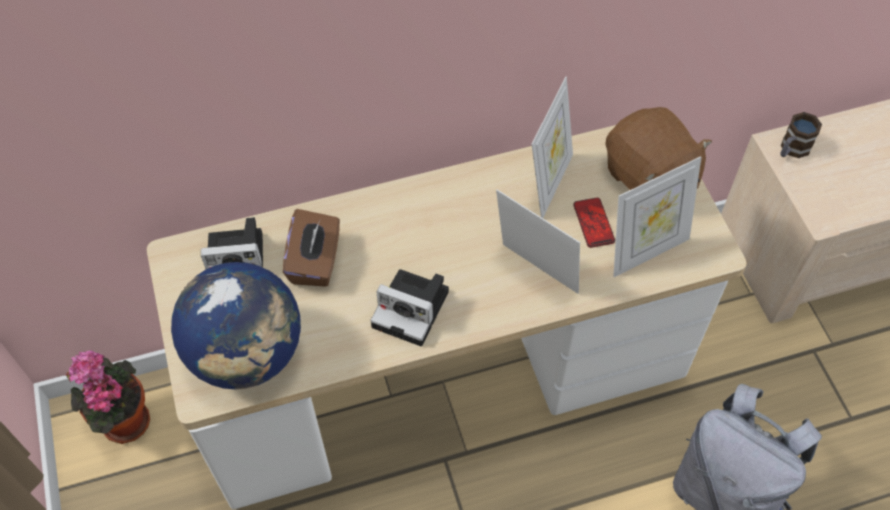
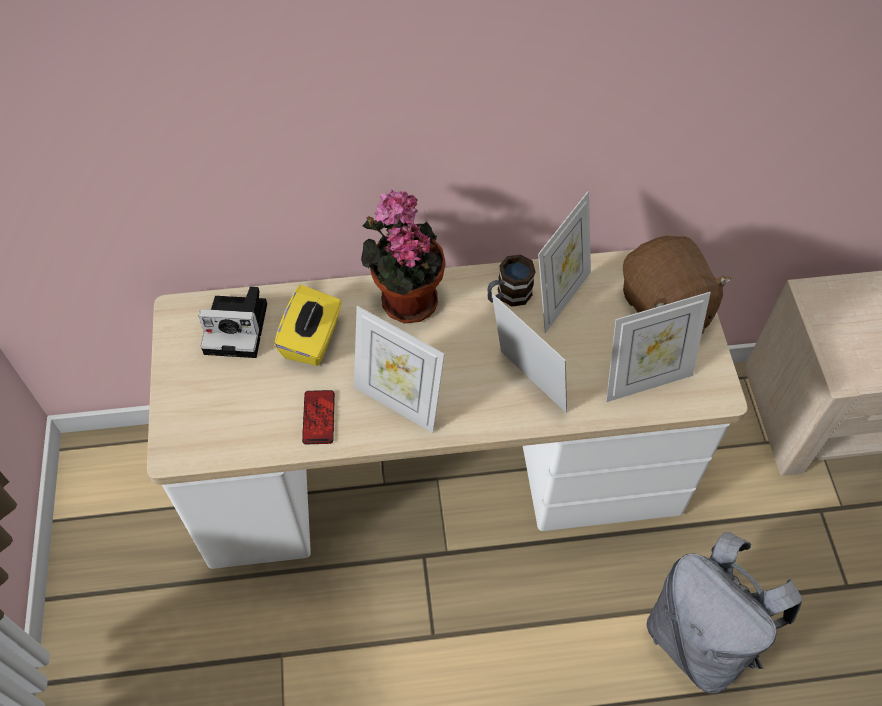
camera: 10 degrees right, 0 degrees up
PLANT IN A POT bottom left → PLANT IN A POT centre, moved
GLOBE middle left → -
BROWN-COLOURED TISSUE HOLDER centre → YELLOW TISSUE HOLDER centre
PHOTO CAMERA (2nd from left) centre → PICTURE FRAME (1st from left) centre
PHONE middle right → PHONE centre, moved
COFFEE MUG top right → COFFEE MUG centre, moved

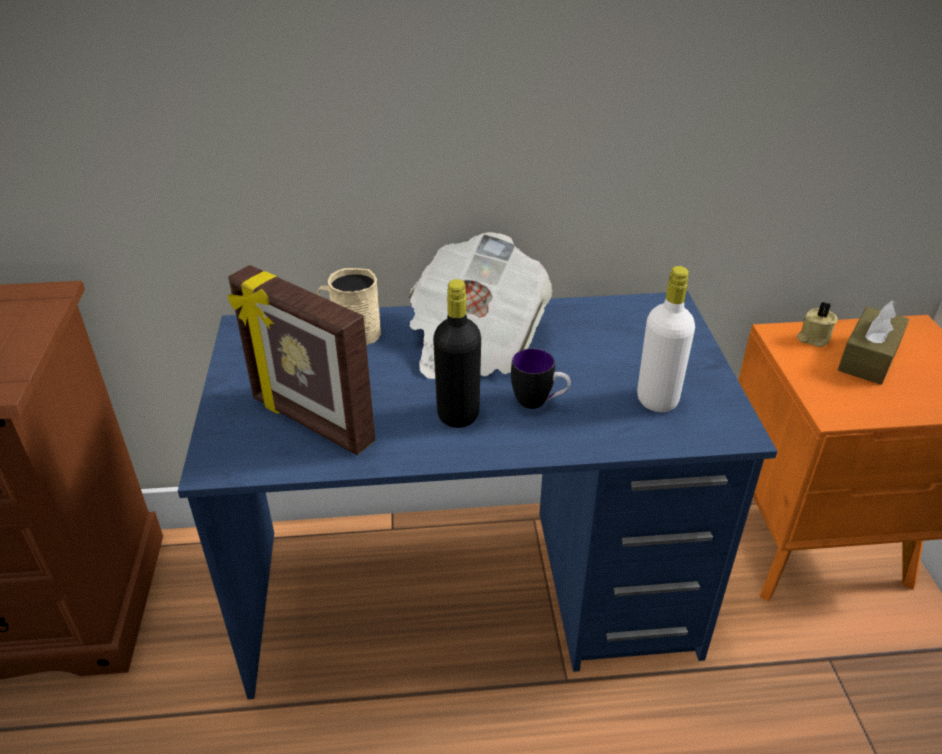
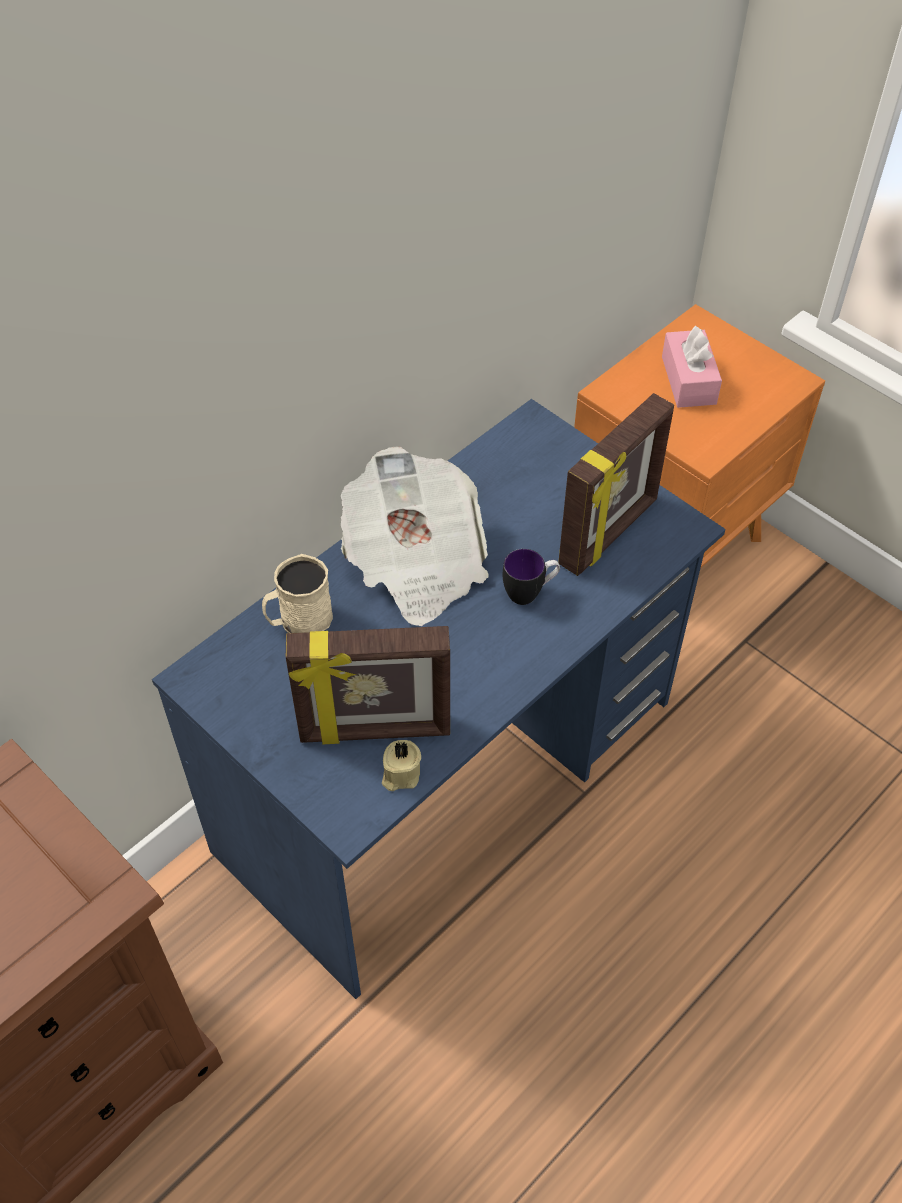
camera: 40 degrees left, 15 degrees up
BLACK-COLOURED BEVERAGE BOTTLE centre → -
WHITE-COLOURED BEVERAGE BOTTLE middle right → PICTURE FRAME (2nd from left) middle right
BEIGE WAX LIGHT middle right → BEIGE WAX LIGHT centre, moved
BROWN-COLOURED TISSUE HOLDER middle right → PINK-COLOURED TISSUE HOLDER top right

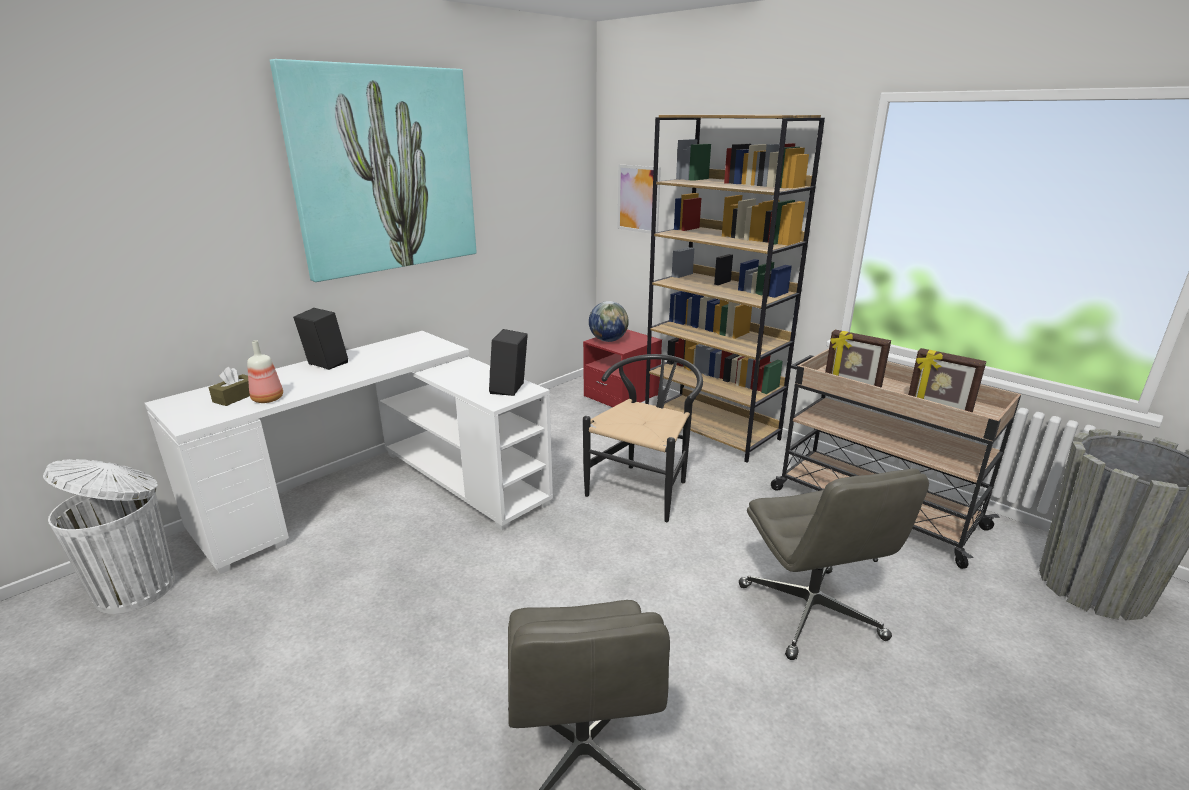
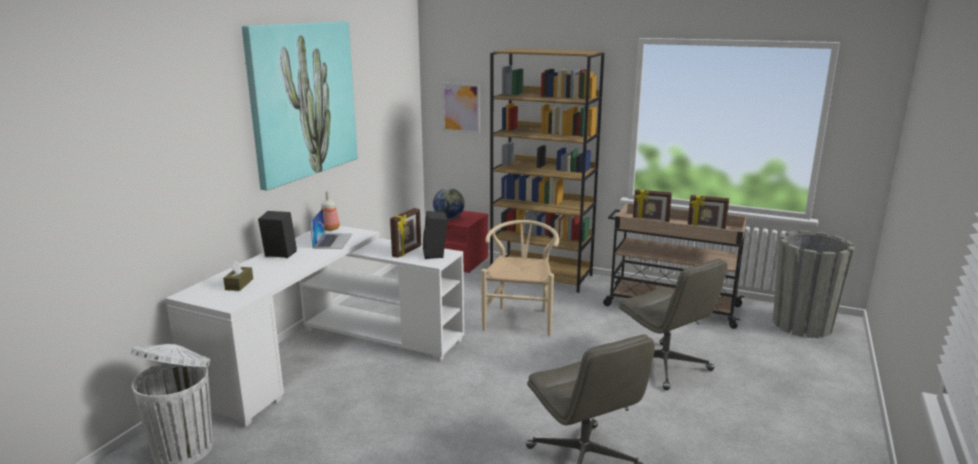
camera: 20 degrees left, 5 degrees down
BEVERAGE BOTTLE middle left → BEVERAGE BOTTLE centre, moved
BLACK-COLOURED UPRIGHT CHAIR centre → BEIGE UPRIGHT CHAIR centre
- → LAPTOP centre
- → PICTURE FRAME (1st from left) centre

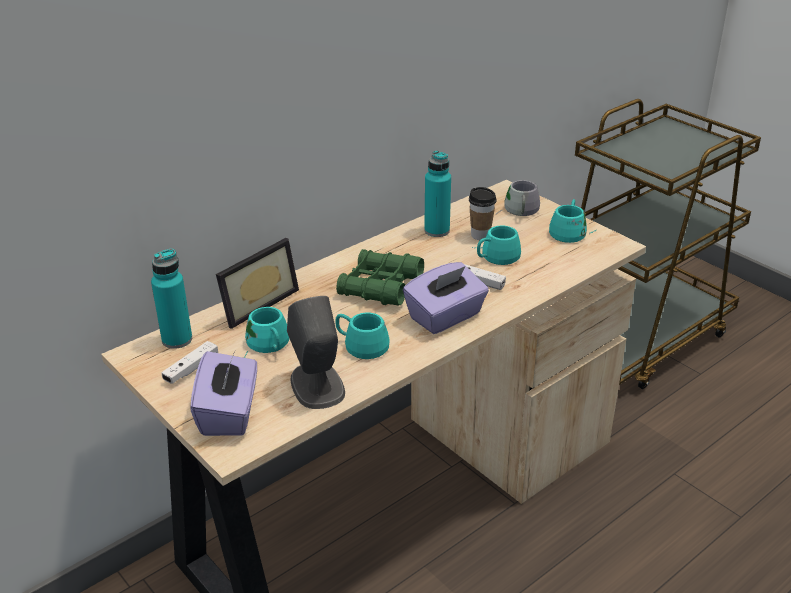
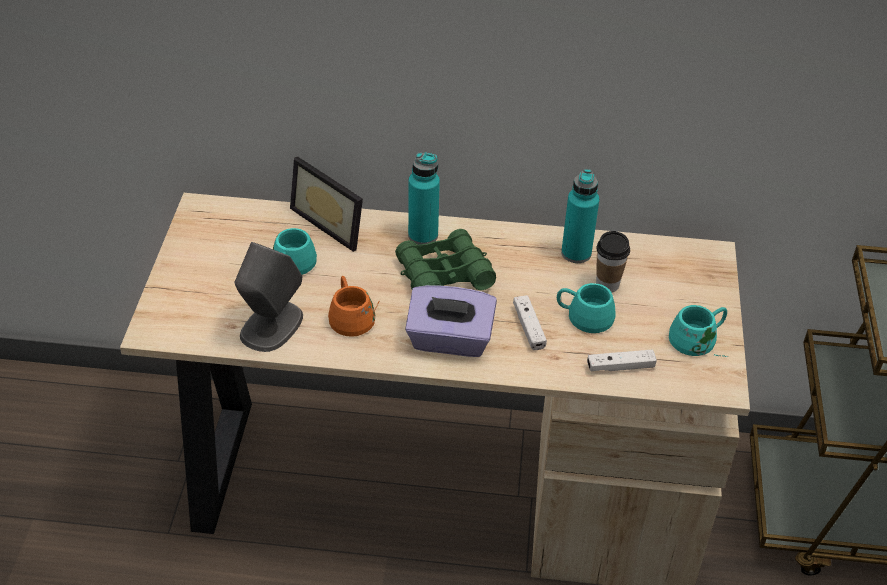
camera: 45 degrees right, 10 degrees up
BLUE-GREEN BEVERAGE BOTTLE (1st from left) middle left → BLUE-GREEN BEVERAGE BOTTLE (1st from left) centre, moved
WHITE-COLOURED JOYPAD (1st from left in the first image) middle left → WHITE-COLOURED JOYPAD (2nd from left) middle right, moved
PURPLE TISSUE HOLDER (1st from left) middle left → -
PICTURE FRAME middle left → PICTURE FRAME centre, 45 degrees clockwise
BLUE-GREEN COFFEE MUG (2nd from left) centre → ORANGE COFFEE MUG centre
GRAY COFFEE MUG centre → -

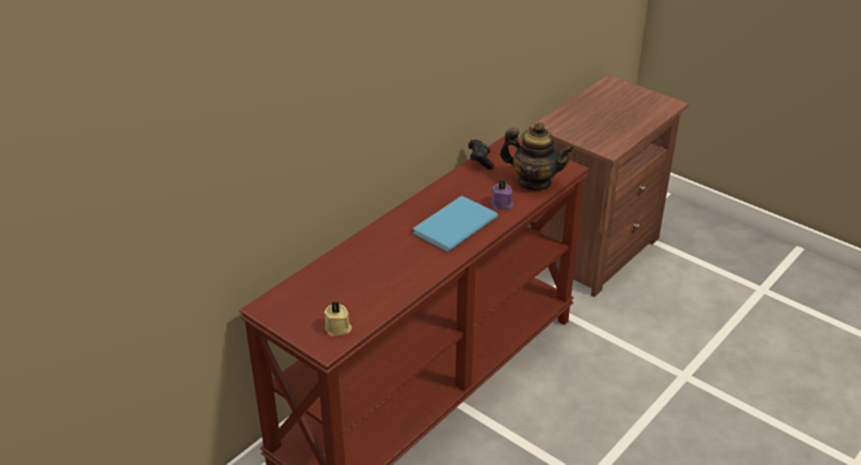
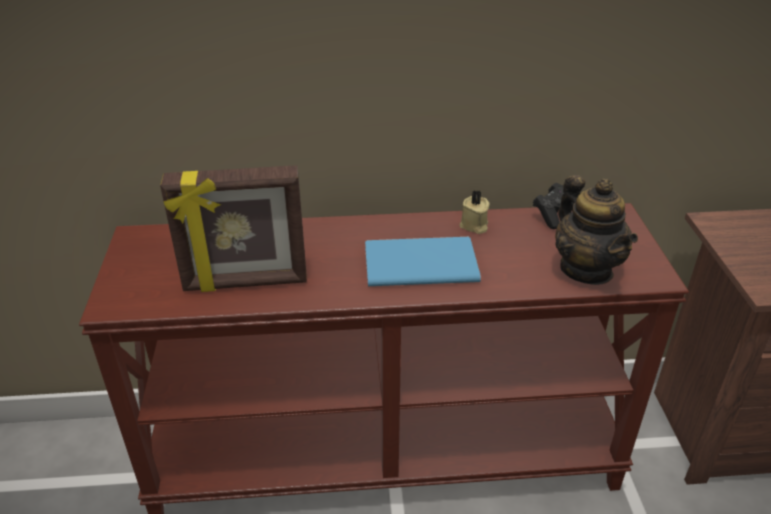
camera: 45 degrees right, 0 degrees up
BEIGE WAX LIGHT bottom centre → BEIGE WAX LIGHT centre, moved
PURPLE WAX LIGHT centre → -
- → PICTURE FRAME middle left

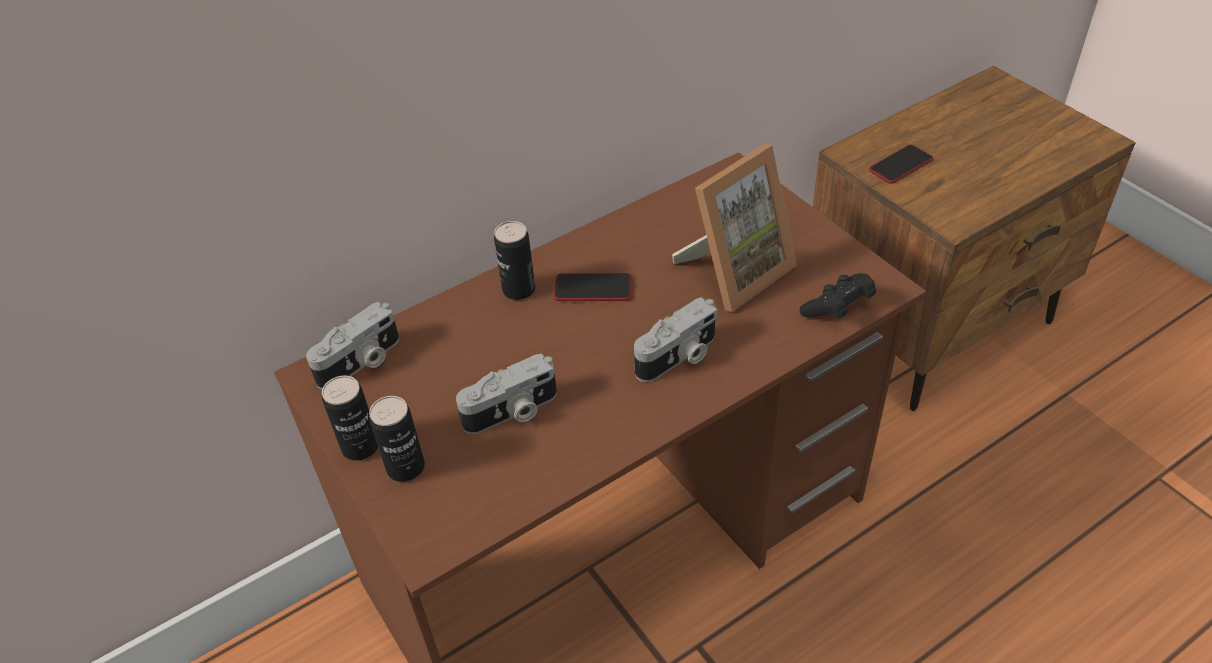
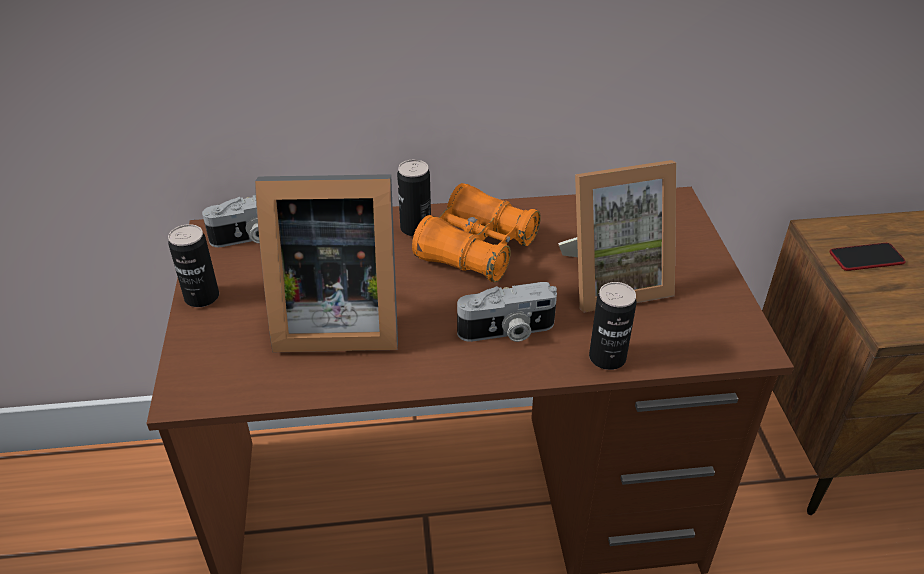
camera: 25 degrees right, 5 degrees down
CAN (2nd from left in the first image) middle left → CAN (3rd from left) centre, moved
PHOTO CAMERA (2nd from left) centre → PICTURE FRAME (1st from left) centre
PHONE (1st from left) centre → ORANGE FIELD GLASSES centre
BLACK-COLOURED JOYPAD middle right → -

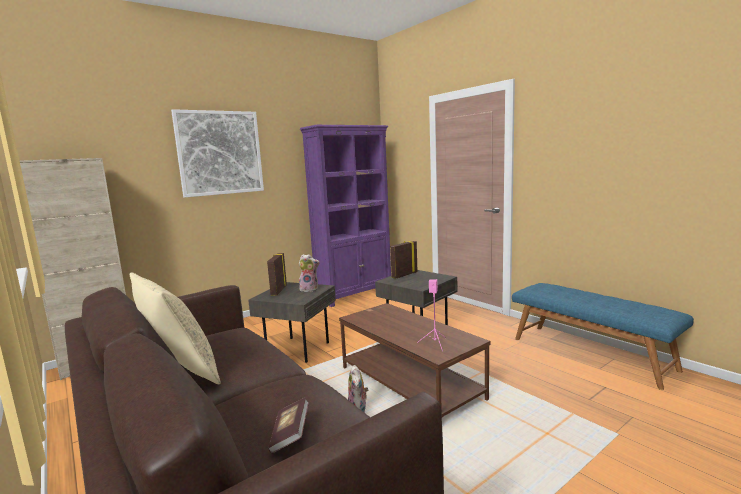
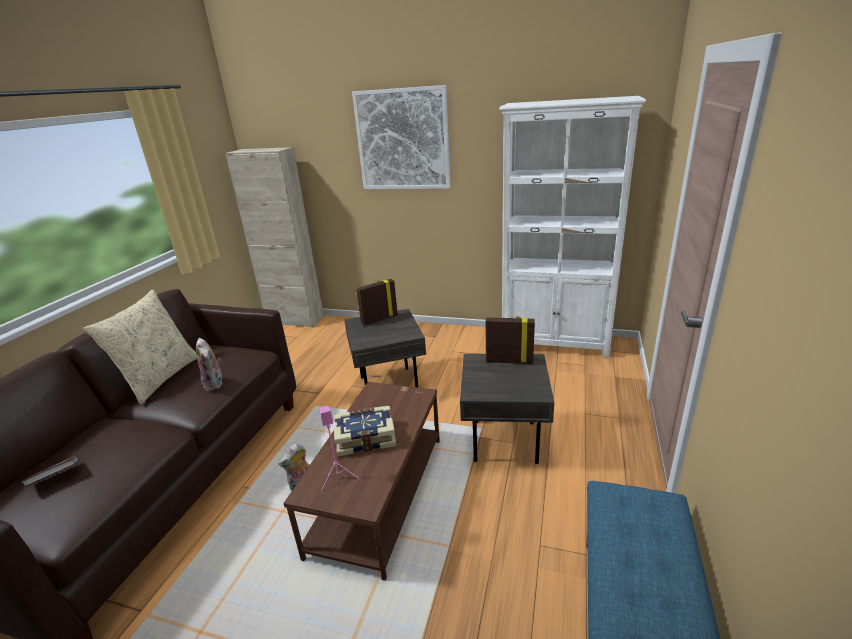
camera: 55 degrees right, 15 degrees up
SOFT TOY (1st from left) centre → SOFT TOY (1st from left) middle left, moved
PURPLE SHELVING UNIT centre → WHITE-COLOURED SHELVING UNIT middle right
- → BOUND BOOK (2nd from left) bottom centre

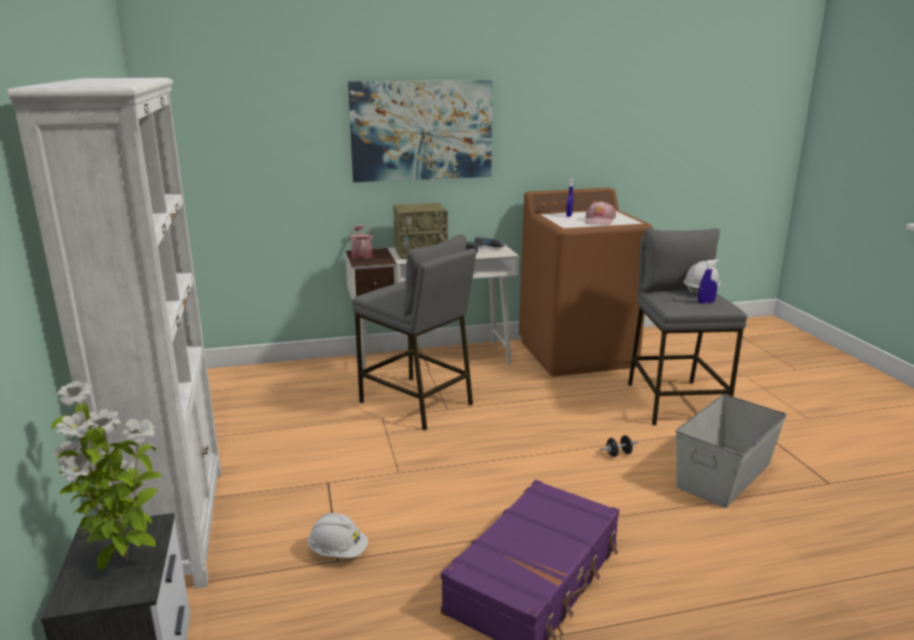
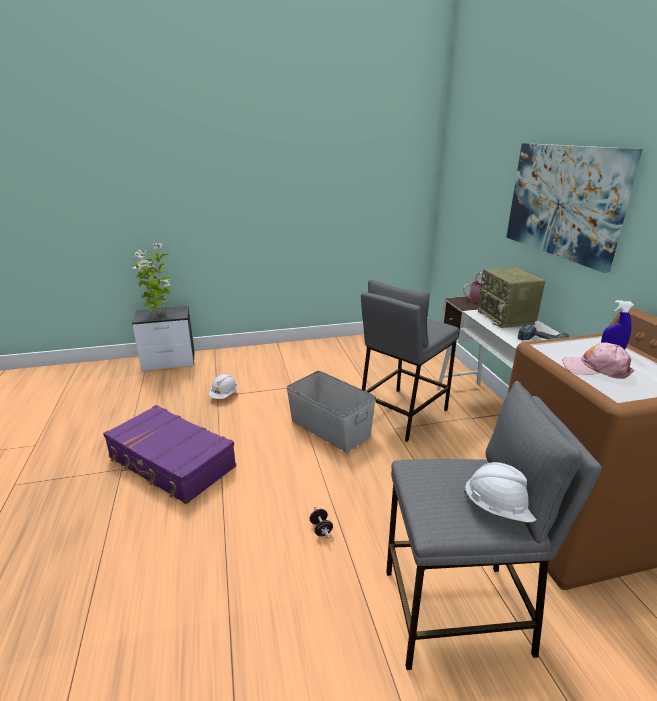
camera: 90 degrees right, 5 degrees up
WHITE-COLOURED SHELVING UNIT middle left → -
GRAY STORAGE CONTAINER bottom right → GRAY STORAGE CONTAINER centre, moved
BLUE-COLOURED SPRAYER (2nd from left) middle right → -

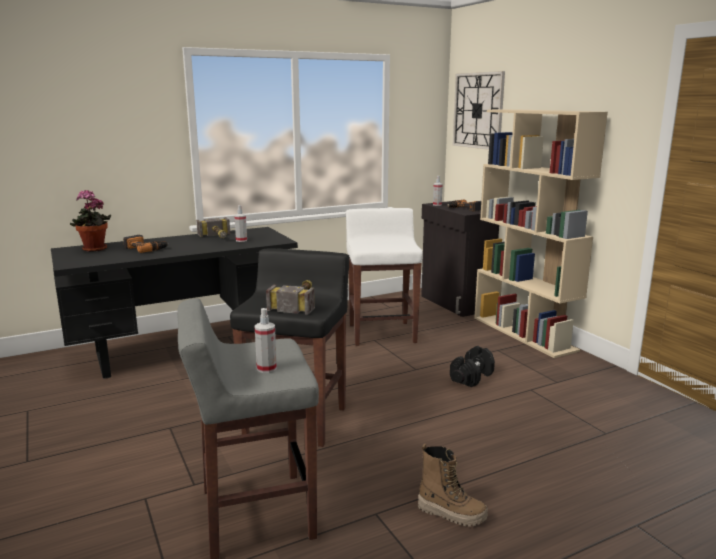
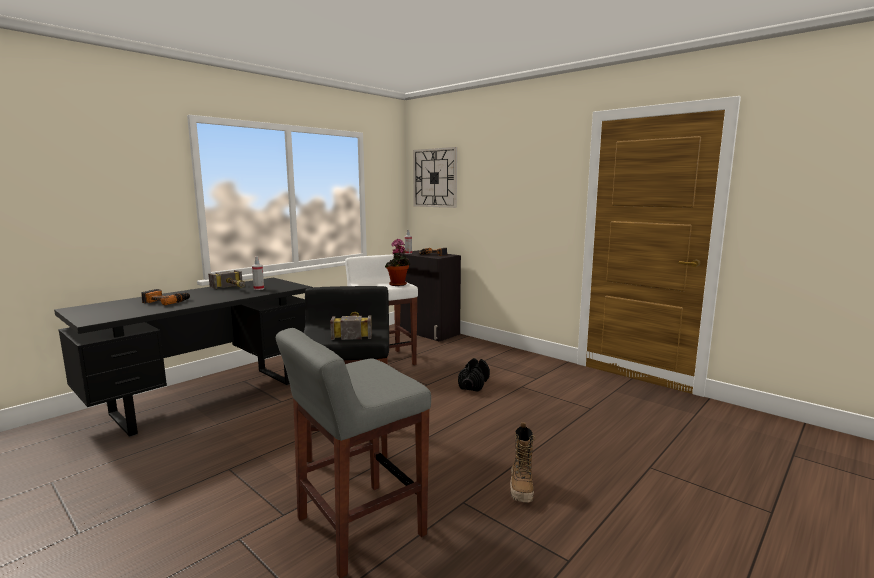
camera: 20 degrees left, 5 degrees down
PLANT IN A POT middle left → PLANT IN A POT centre, moved
SPRAYER (2nd from left) centre → -
TALL BOOT bottom centre, 90 degrees clockwise
BEIGE SHELVING UNIT middle right → -

